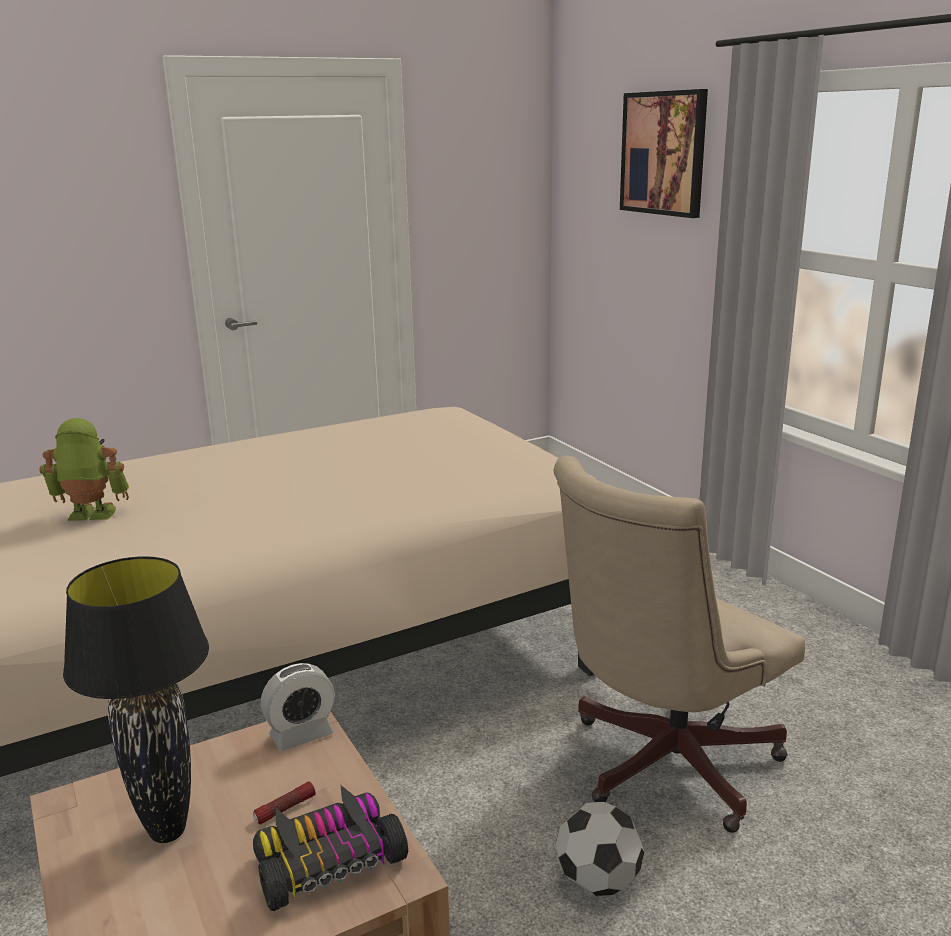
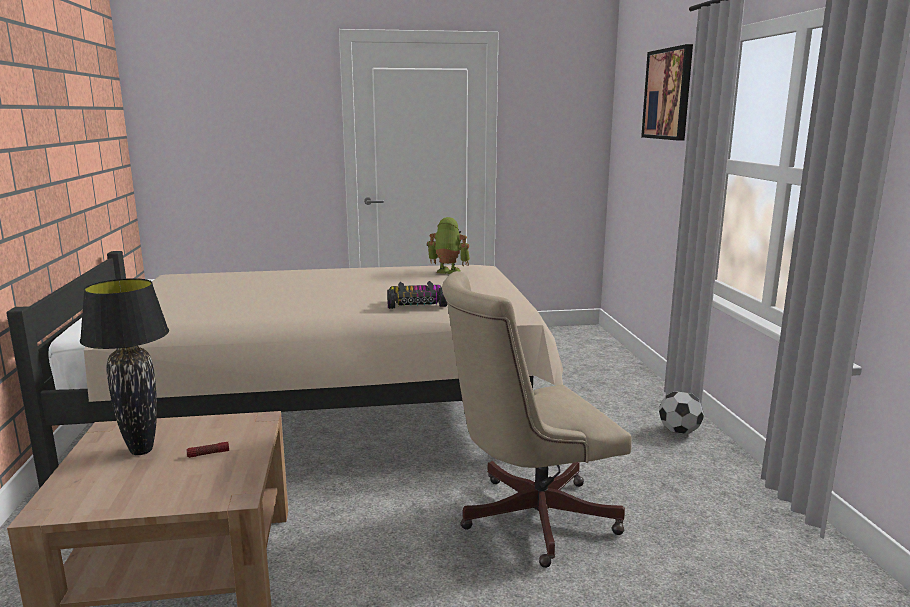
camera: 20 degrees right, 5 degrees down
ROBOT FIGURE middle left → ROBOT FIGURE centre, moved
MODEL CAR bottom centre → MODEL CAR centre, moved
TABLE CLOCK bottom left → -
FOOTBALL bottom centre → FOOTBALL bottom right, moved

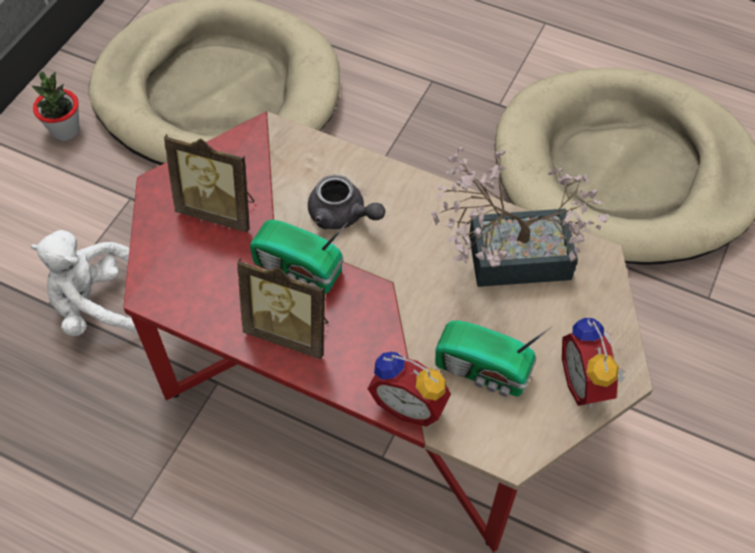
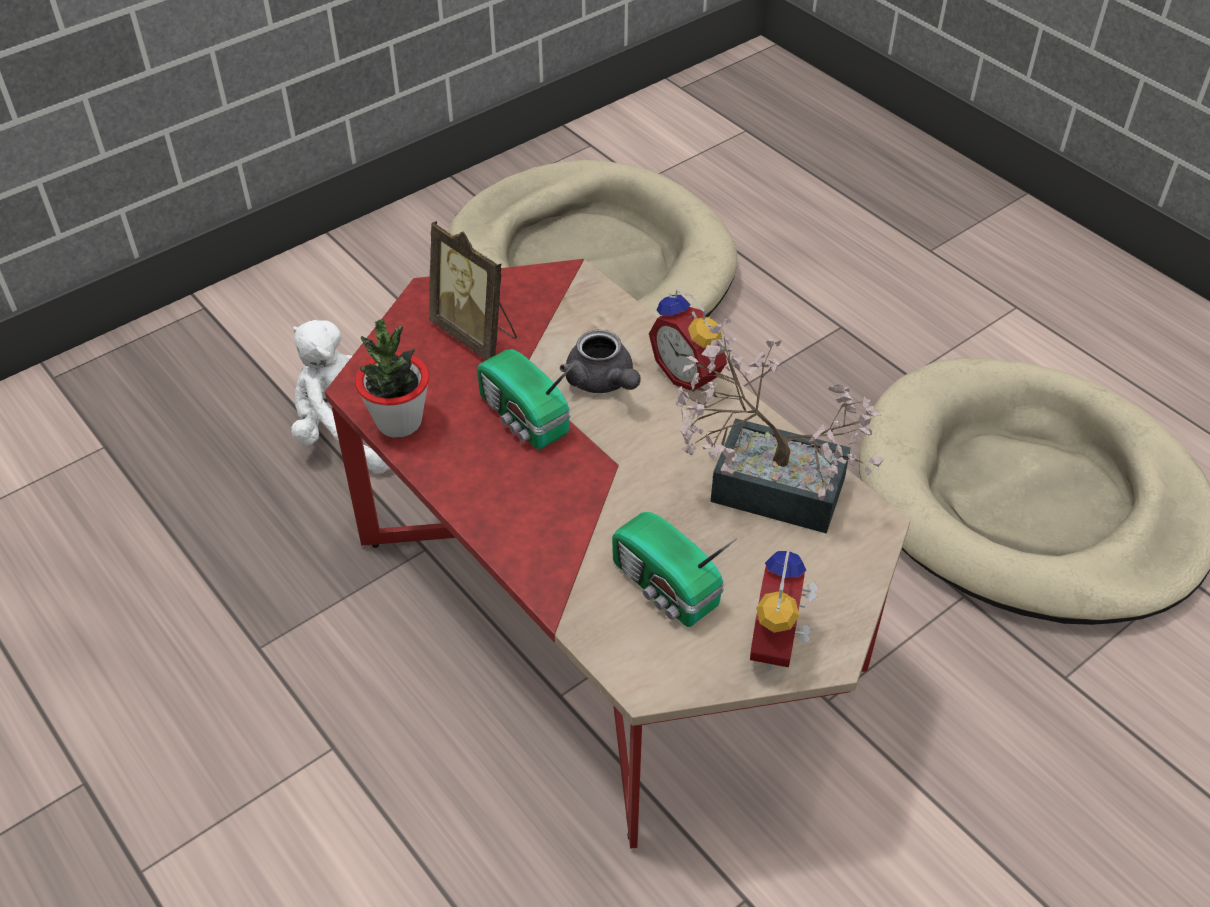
camera: 25 degrees right, 10 degrees down
PLANT IN A POT (1st from left) top left → PLANT IN A POT (1st from left) middle left, moved
PICTURE FRAME (2nd from left) centre → -
TABLE CLOCK (1st from left) bottom centre → TABLE CLOCK (1st from left) centre, moved

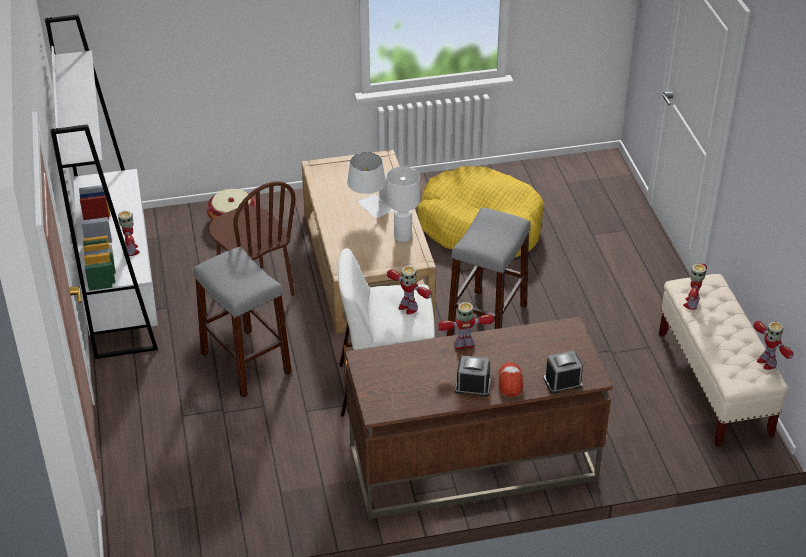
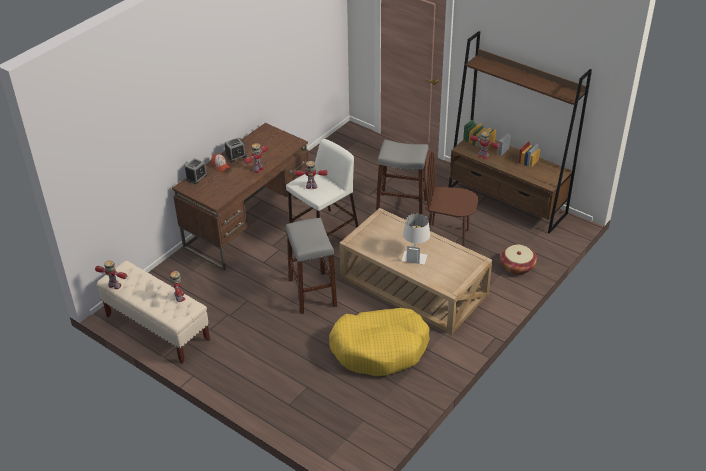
camera: 140 degrees right, 0 degrees up
WHITE-COLOURED SHELVING UNIT middle left → BROWN-COLOURED SHELVING UNIT top right
WHITE-COLOURED TABLE LAMP (2nd from left) centre → -

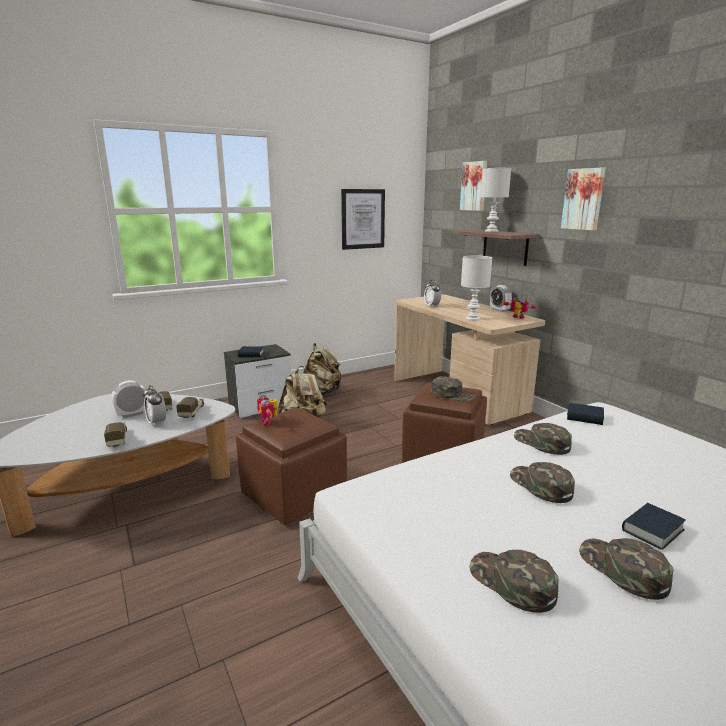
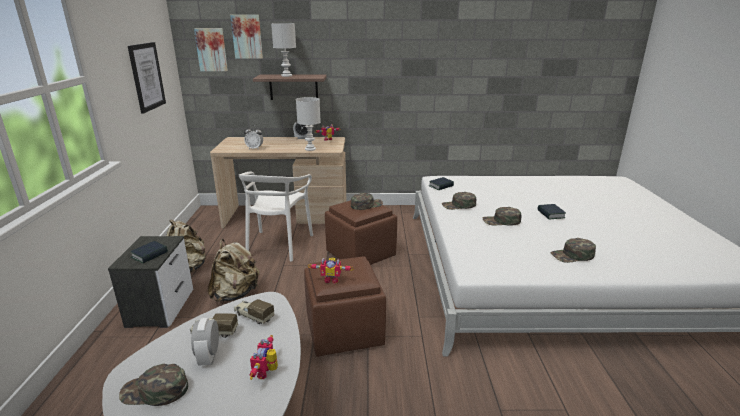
camera: 60 degrees left, 5 degrees up
TOY TRUCK (1st from left) middle left → ROBOT FIGURE (1st from left) bottom centre
TABLE CLOCK (2nd from left) middle left → -
WALL PICTURE (3rd from left in the first image) top right → WALL PICTURE (2nd from left) top left, moved
GREEN BASEBALL CAP (5th from left in the first image) bottom right → GREEN BASEBALL CAP (1st from left) bottom left, moved
- → WHITE-COLOURED UPRIGHT CHAIR centre

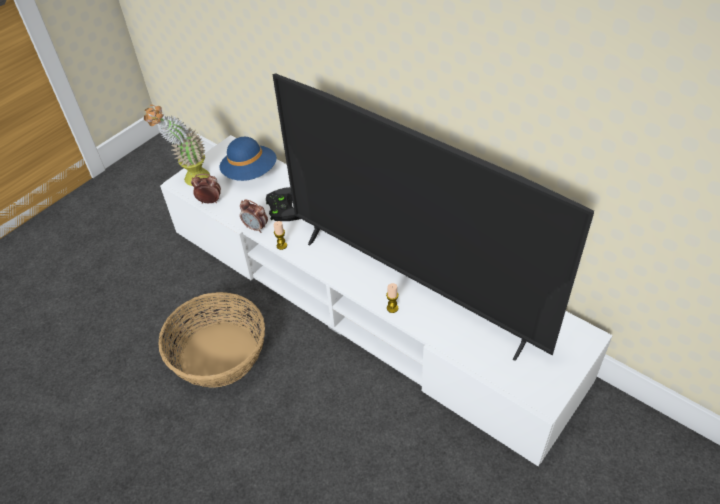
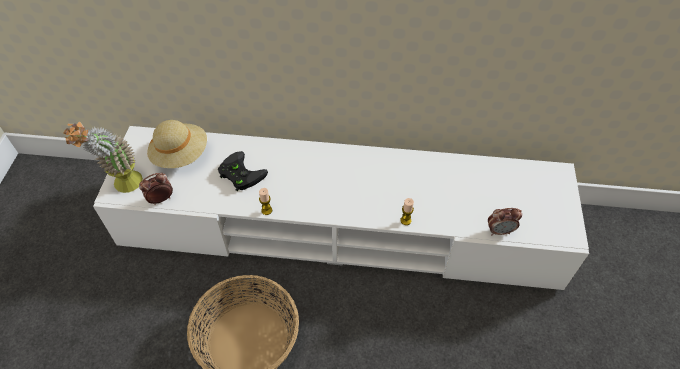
camera: 35 degrees left, 5 degrees up
BLUE-COLOURED CLOTHING HAT top centre → BEIGE CLOTHING HAT middle left
TABLE CLOCK (2nd from left) centre → TABLE CLOCK (2nd from left) middle right, moved
TELEVISION centre → -

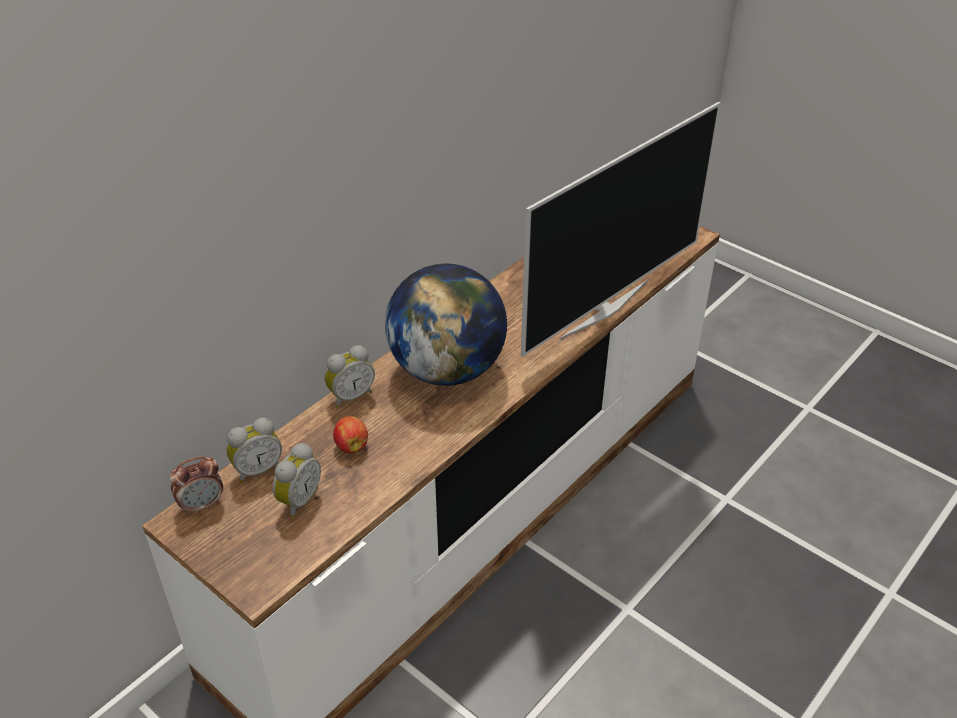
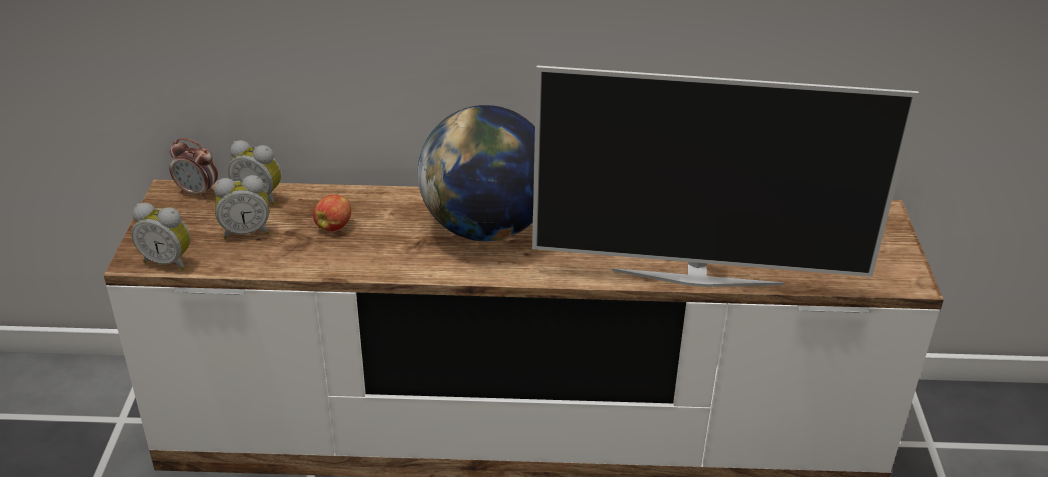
camera: 50 degrees right, 5 degrees down
TABLE CLOCK (4th from left in the first image) centre → TABLE CLOCK (1st from left) middle left, moved

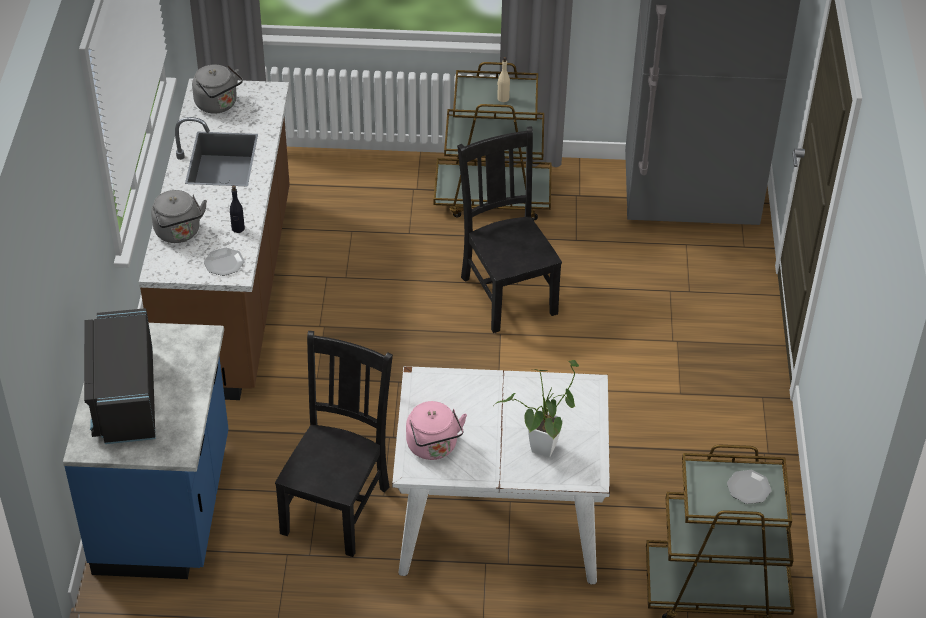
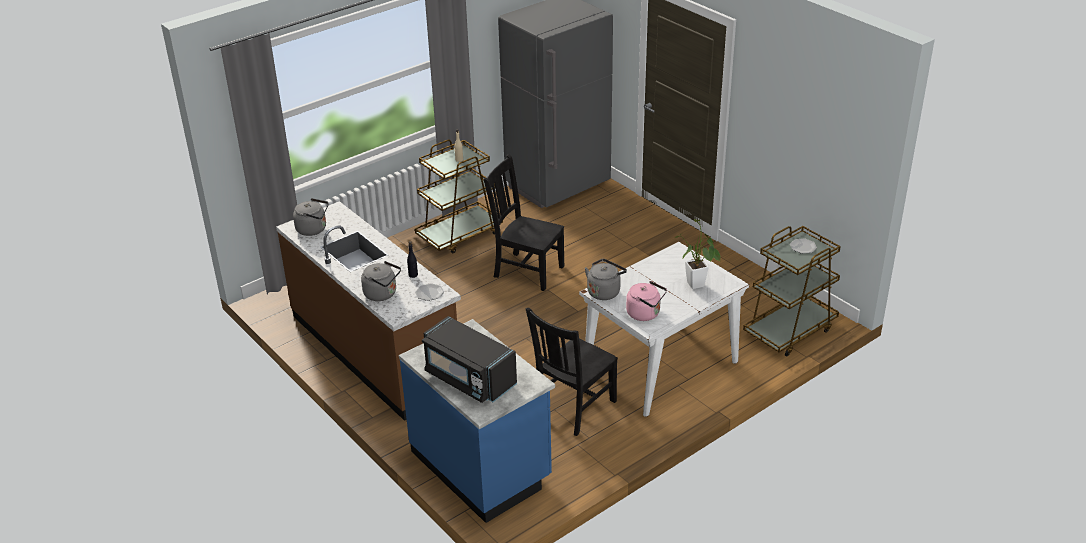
camera: 40 degrees left, 10 degrees down
BLACK-COLOURED UPRIGHT CHAIR (1st from left in the first image) bottom centre → BLACK-COLOURED UPRIGHT CHAIR (2nd from left) bottom centre, 120 degrees counterclockwise
- → GRAY WATER KETTLE (3rd from left) centre

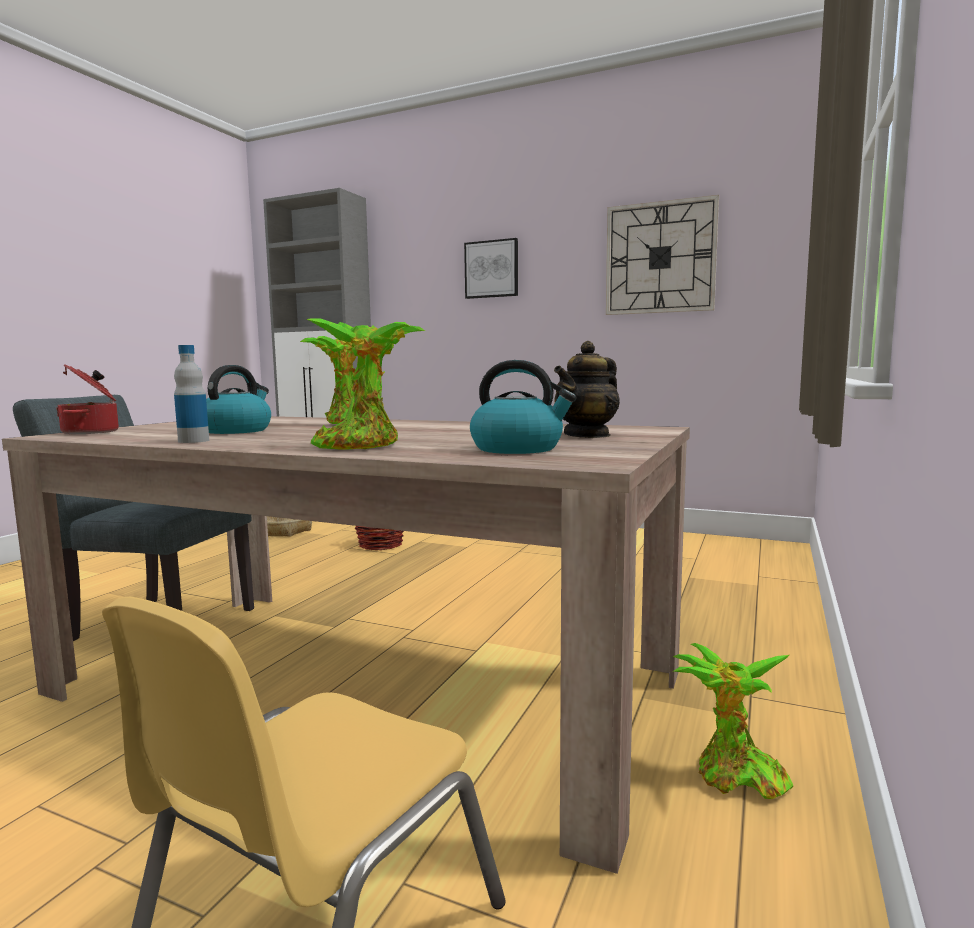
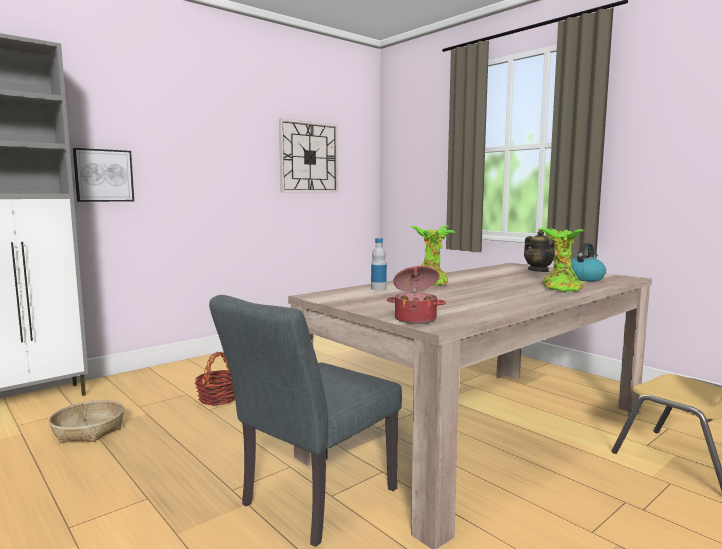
camera: 65 degrees left, 0 degrees up
BEVERAGE BOTTLE middle left → BEVERAGE BOTTLE centre, moved
WATER KETTLE (1st from left) middle left → -
WALL PICTURE top centre → WALL PICTURE top left, moved
PLANT IN A POT (3rd from left) bottom right → -

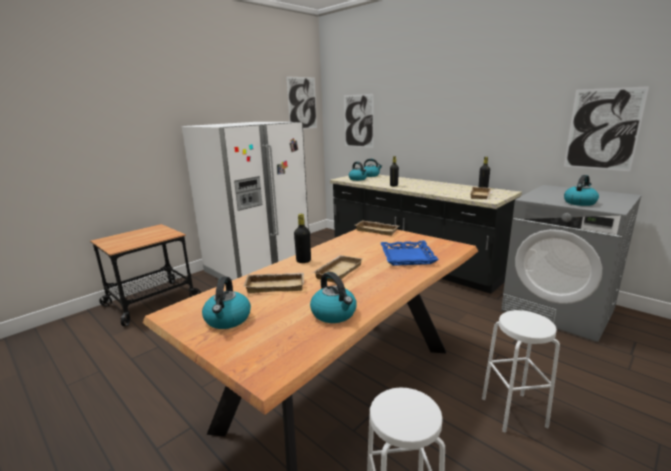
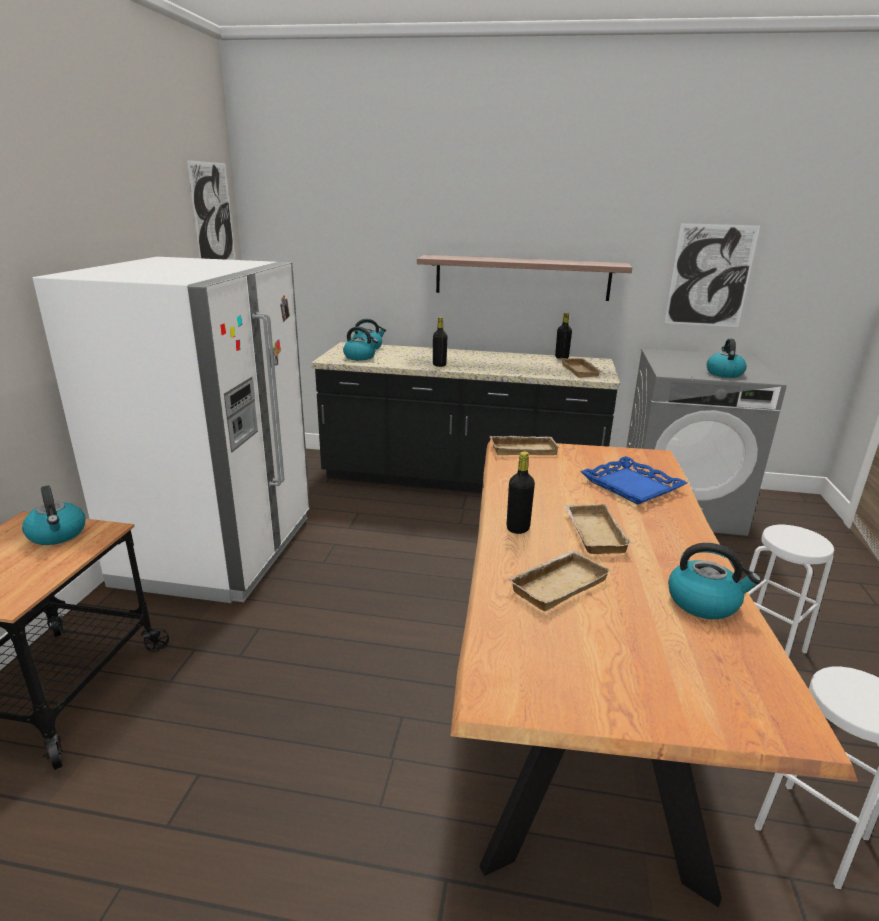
camera: 35 degrees left, 5 degrees up
WATER KETTLE (1st from left) centre → WATER KETTLE (1st from left) middle left, moved
WALL PICTURE (2nd from left) top centre → -
- → WALL SHELF top centre

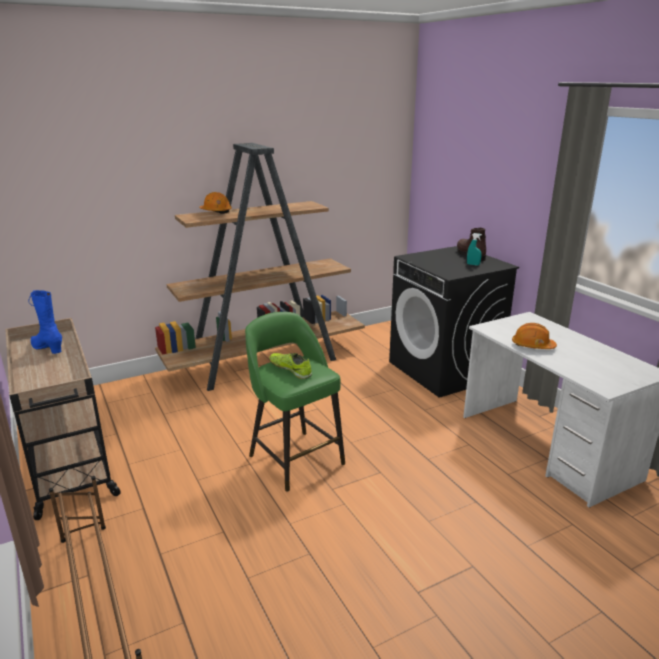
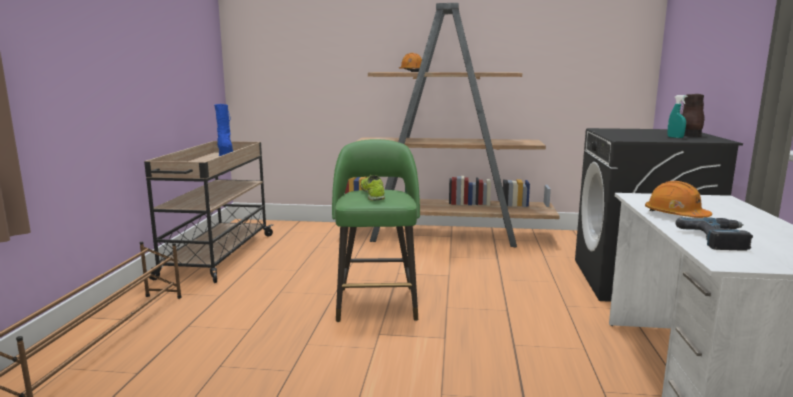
camera: 35 degrees right, 10 degrees down
- → DRILL middle right

